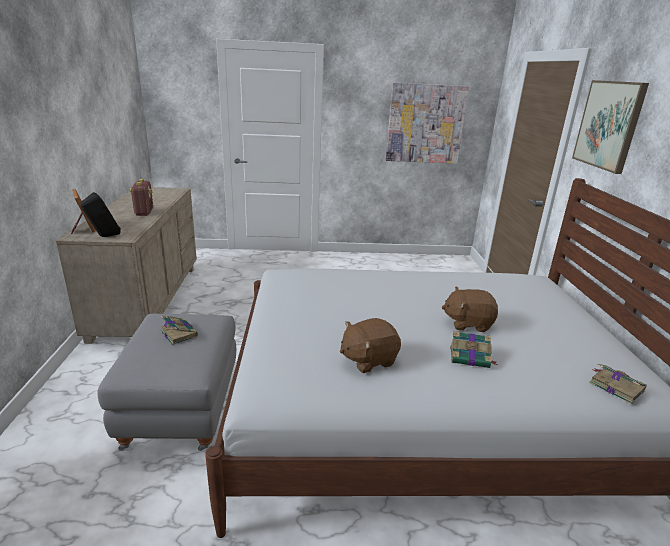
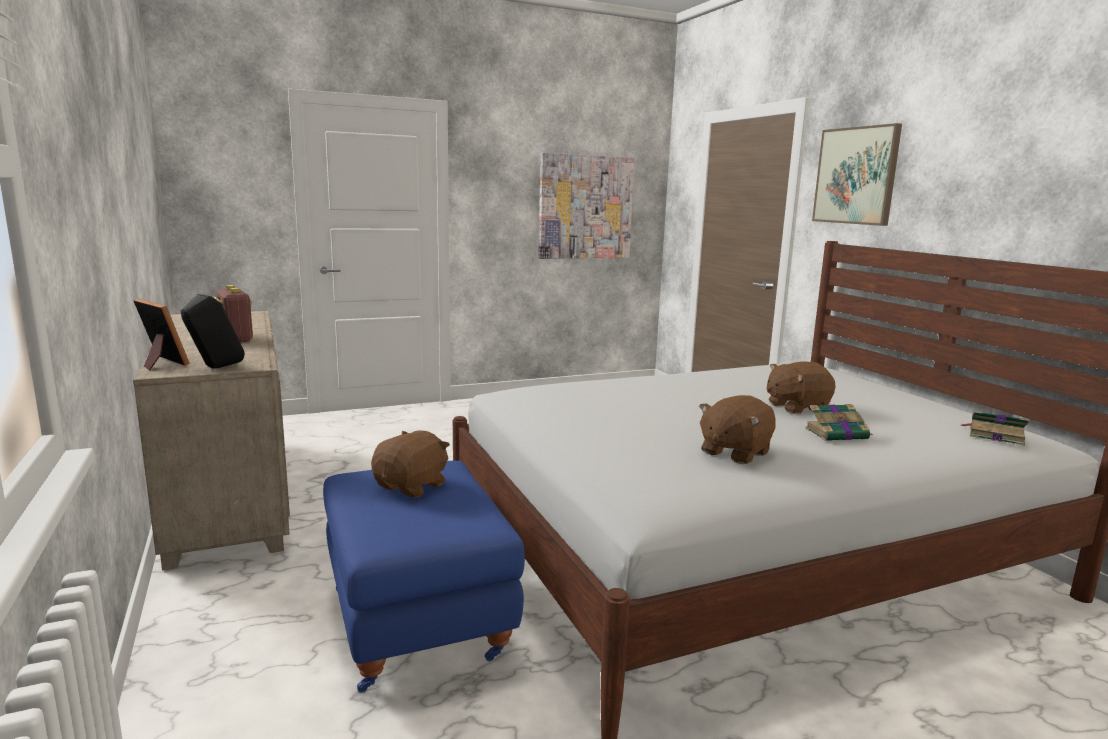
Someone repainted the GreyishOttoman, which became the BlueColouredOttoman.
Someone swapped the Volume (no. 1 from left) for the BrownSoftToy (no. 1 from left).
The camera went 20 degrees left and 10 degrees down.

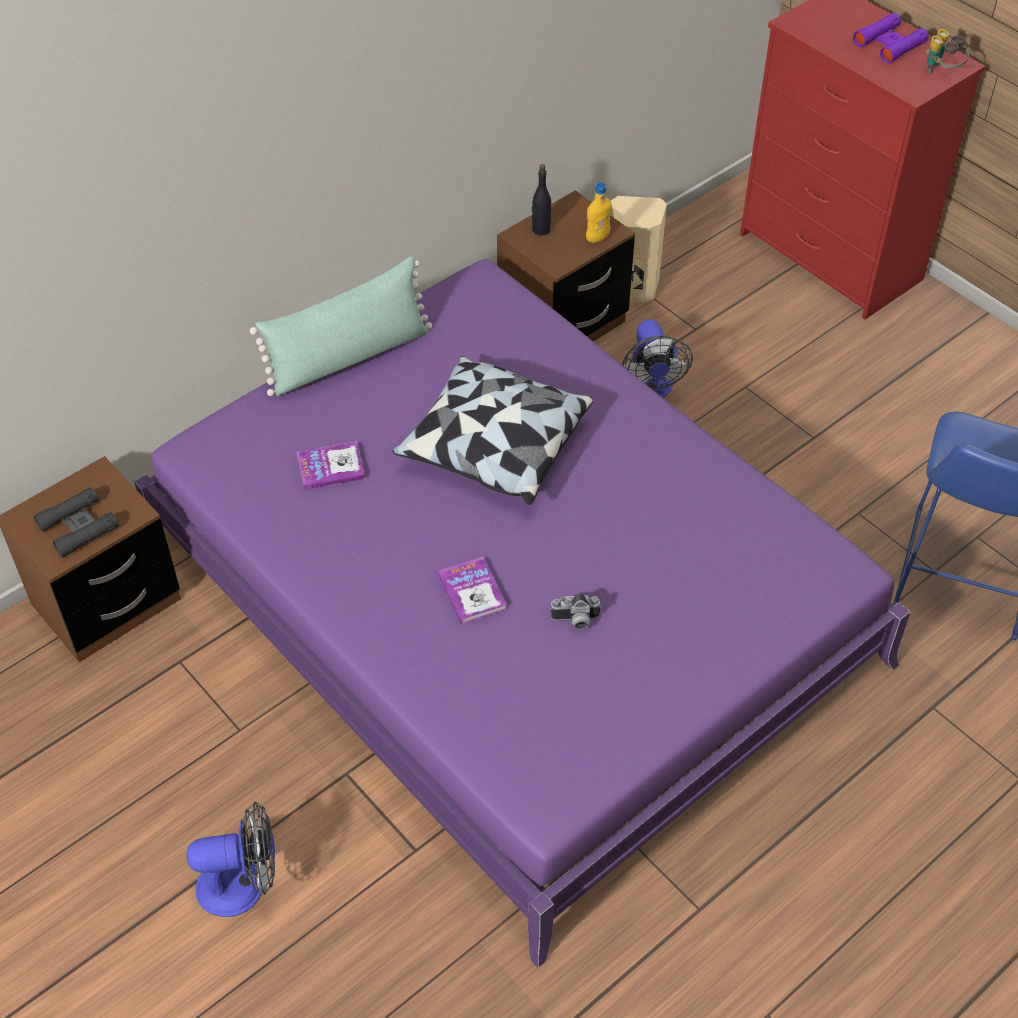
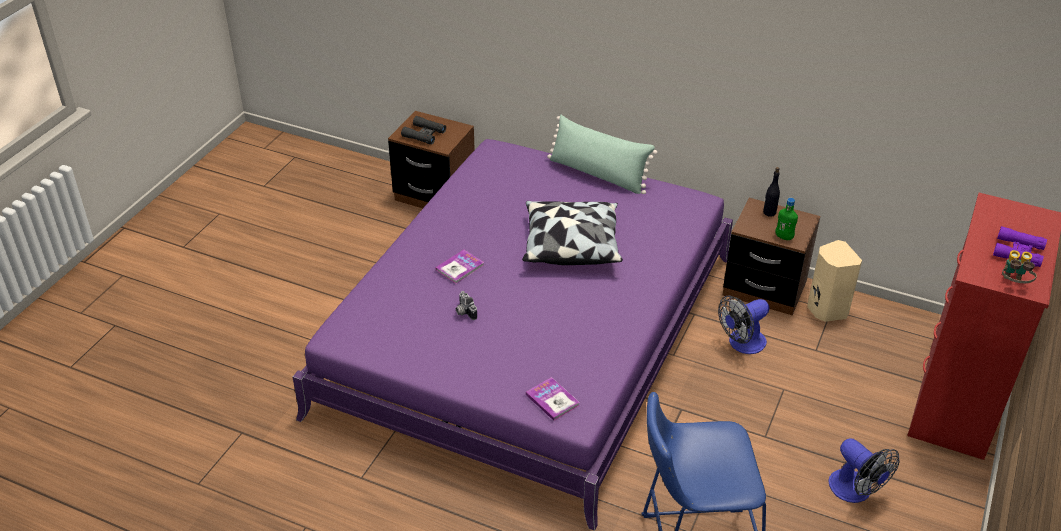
Someone carried the Volume (no. 1 from left in the first image).
Someone repainted the YellowColouredBeverageBottle, which became the GreenishBeverageBottle.
Someone carried the CoolingFan (no. 1 from left in the first image).
The camera went 65 degrees right and 10 degrees down.

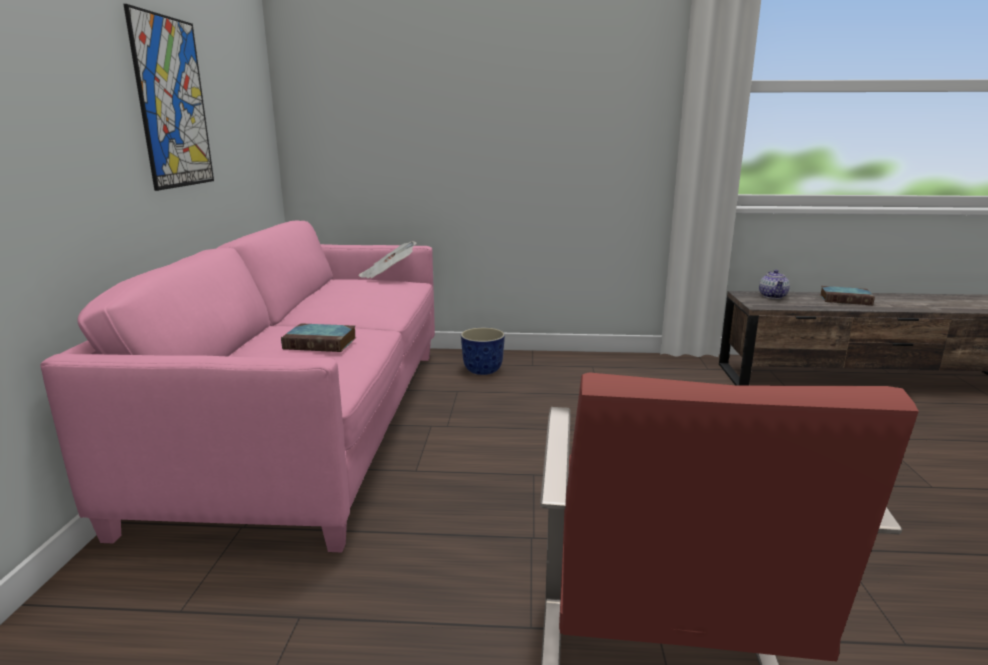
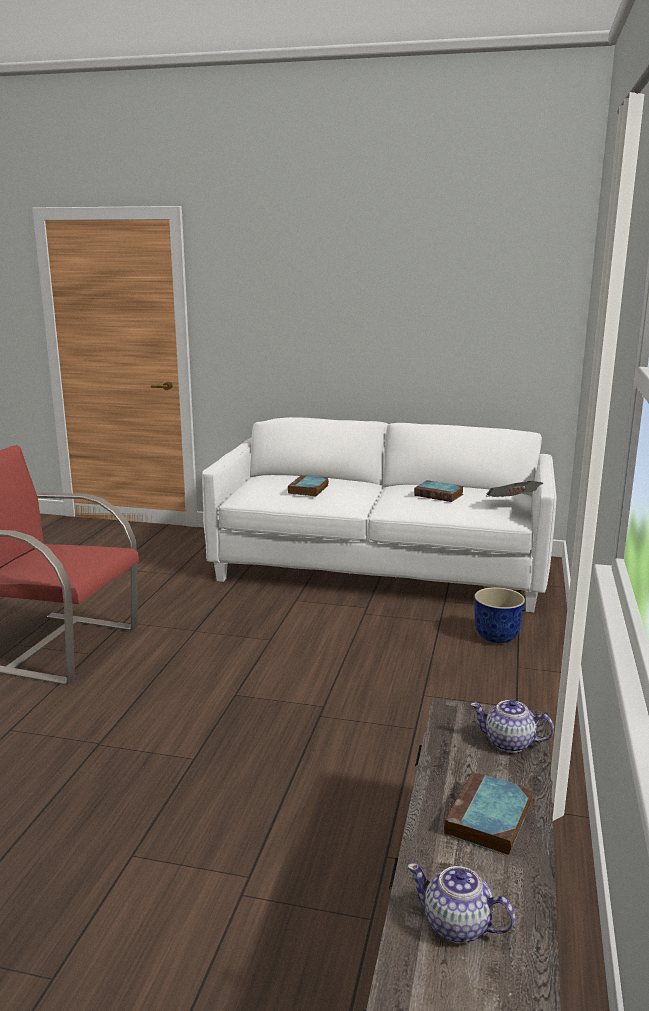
Someone repainted the PinkColouredCouch, which became the WhitishCouch.
Someone put down the PotForTea (no. 1 from left).
Someone put down the Volume (no. 2 from left).
Someone took away the Picture.
The camera went 100 degrees right and 0 degrees up.

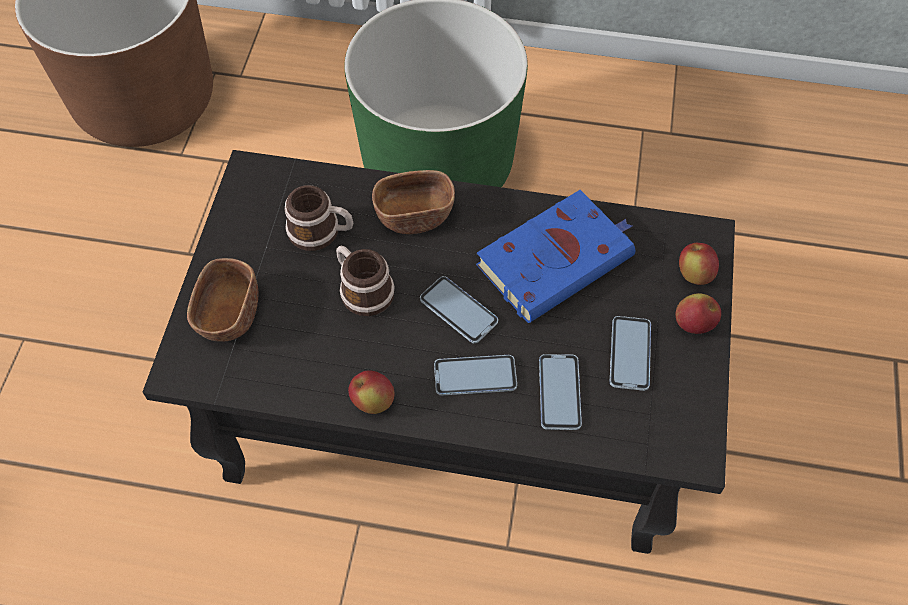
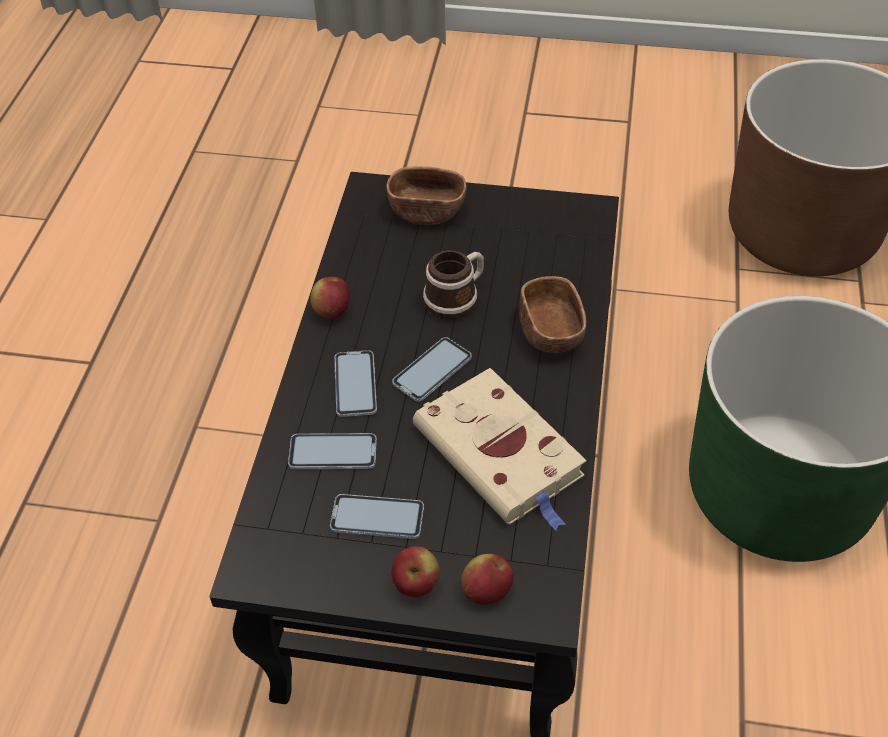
Someone repainted the BlueColouredVolume, which became the SandColouredVolume.
Someone took away the CoffeeMug (no. 1 from left).
The camera went 90 degrees right and 10 degrees down.

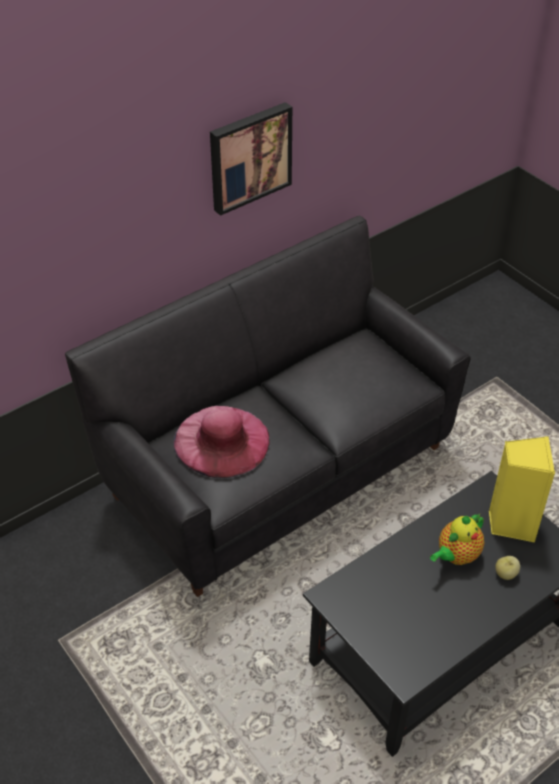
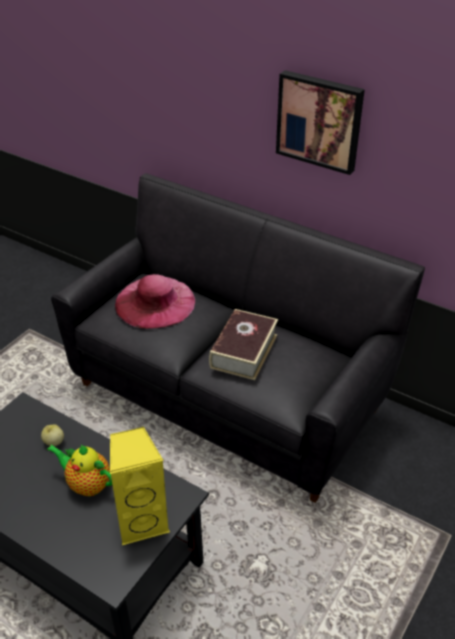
Someone carried the WholeApple.
Someone put down the Volume.
The camera went 70 degrees right and 5 degrees down.

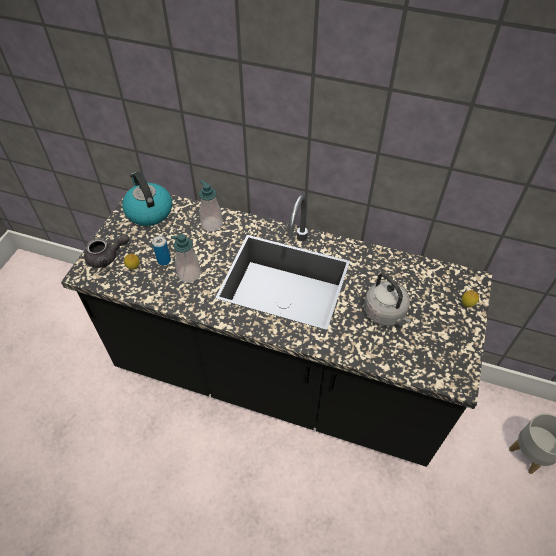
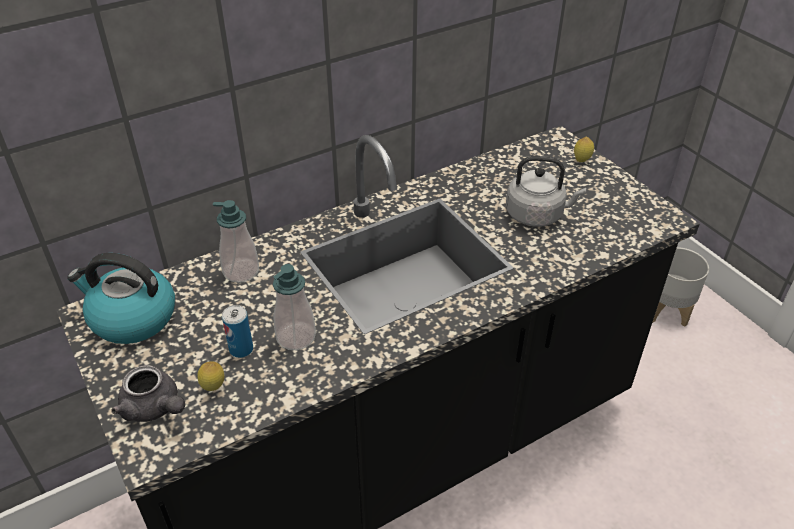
Someone rotated the GreyishPotForTea by 105 degrees clockwise.
The camera went 50 degrees left and 10 degrees down.

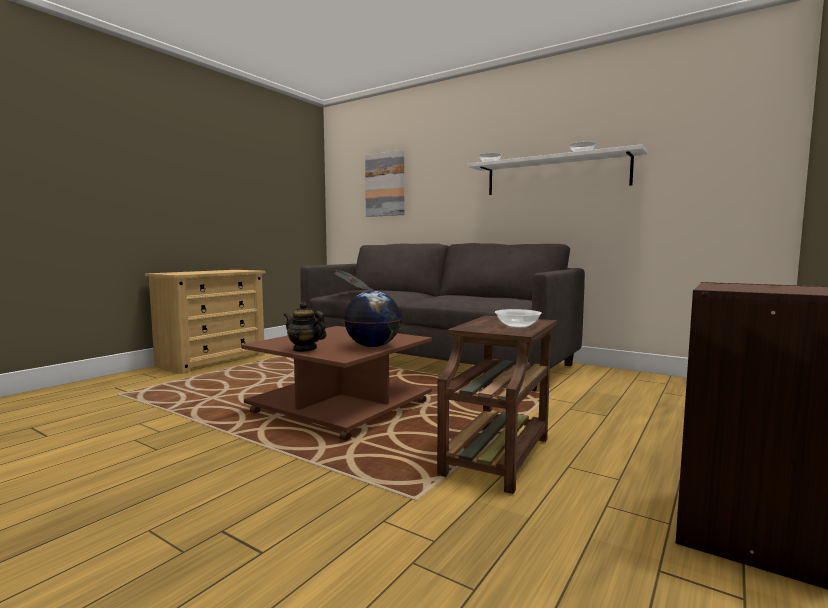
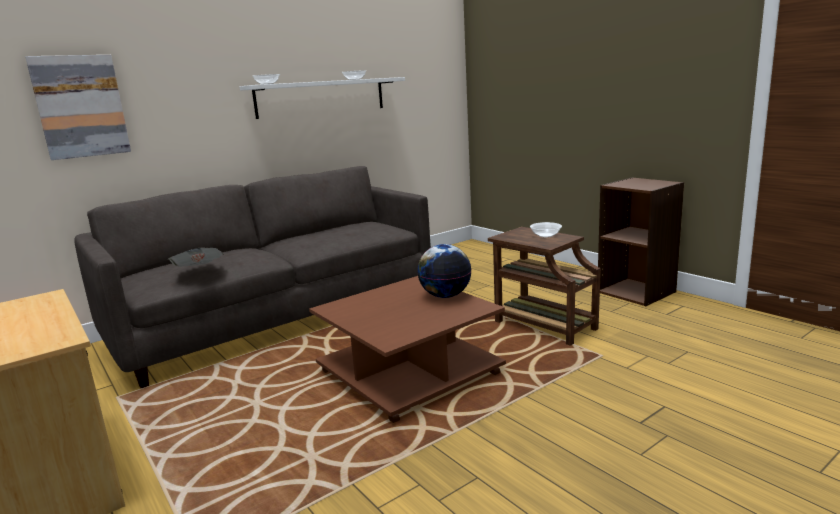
Someone took away the PotForTea.
The camera went 70 degrees left and 10 degrees up.

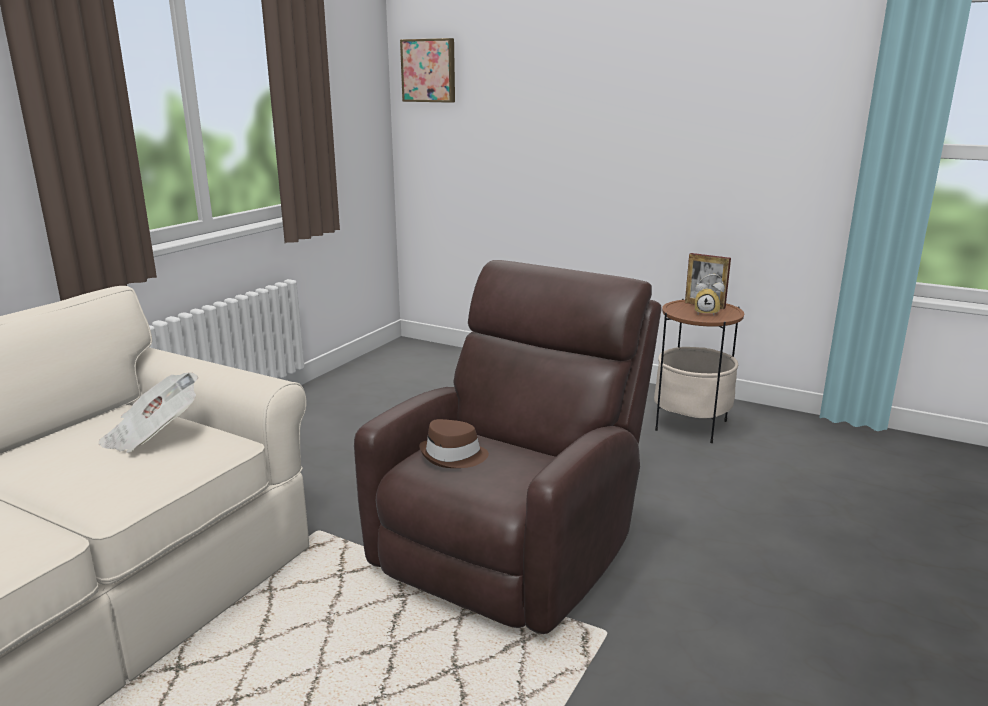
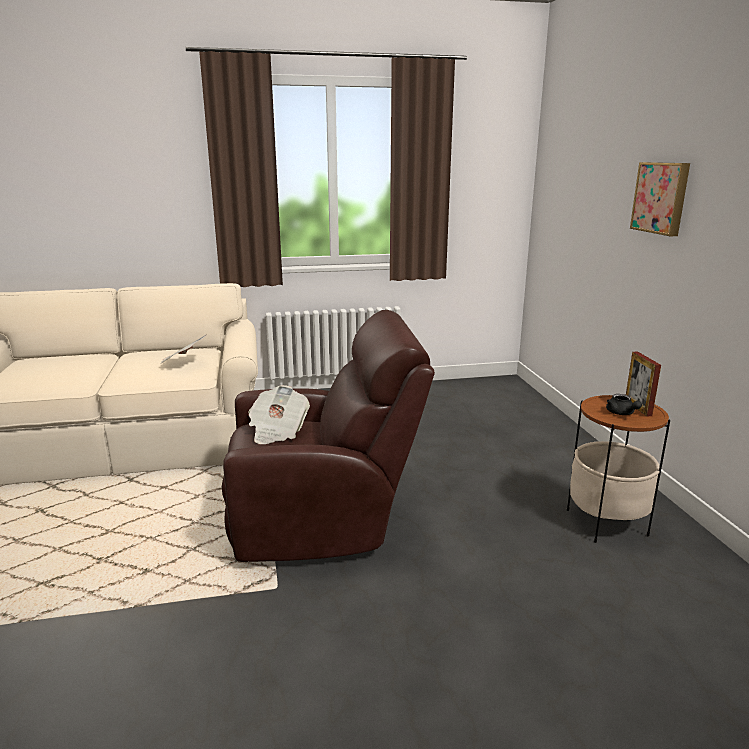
Someone swapped the BrownClothingHat for the PrintedPaper (no. 2 from left).
Someone swapped the TableClock for the BlackPotForTea.
Someone carried the Picture.
The camera went 50 degrees right and 0 degrees up.

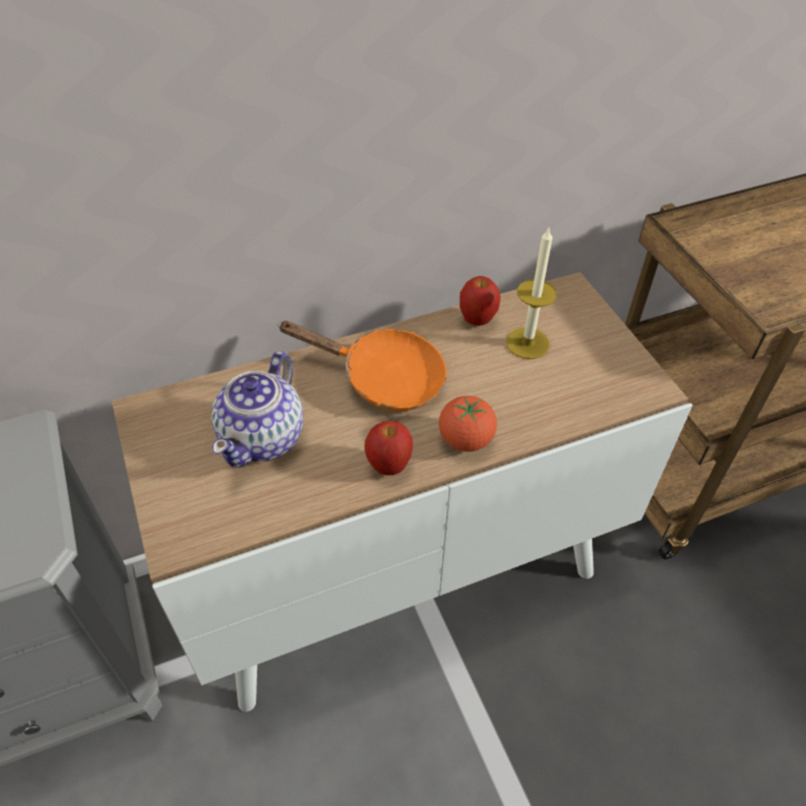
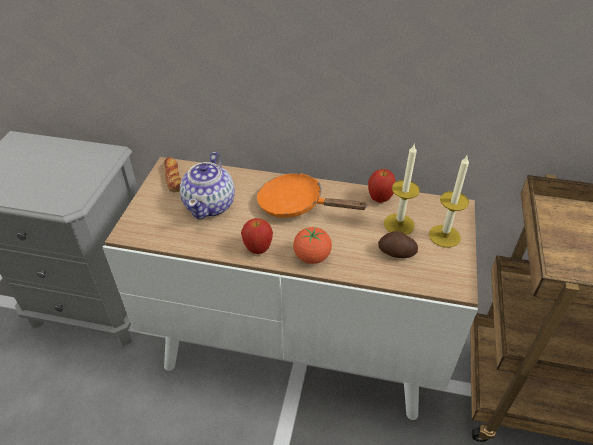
Someone put down the BakeryBread.
Someone rotated the PotForTea by 45 degrees counterclockwise.
Someone rotated the OrangeColouredPan by 150 degrees clockwise.
Someone put down the Potato.
Someone put down the WaxLight (no. 2 from left).
The camera went 35 degrees right and 5 degrees down.

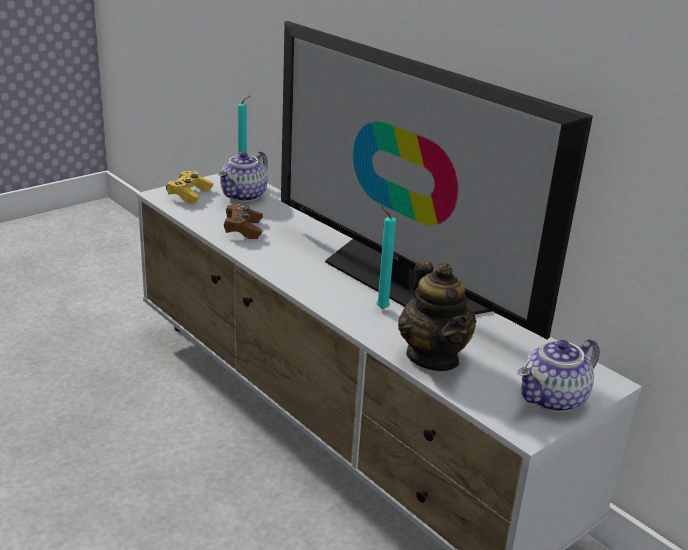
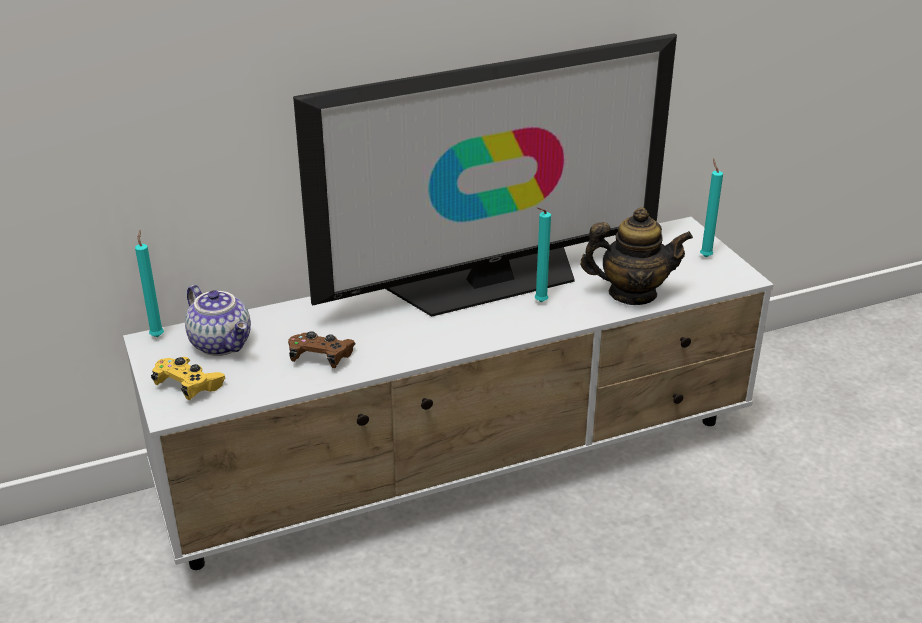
Someone swapped the PotForTea (no. 3 from left) for the BlueGreenWaxLight (no. 3 from left).
The camera went 70 degrees left and 5 degrees up.

